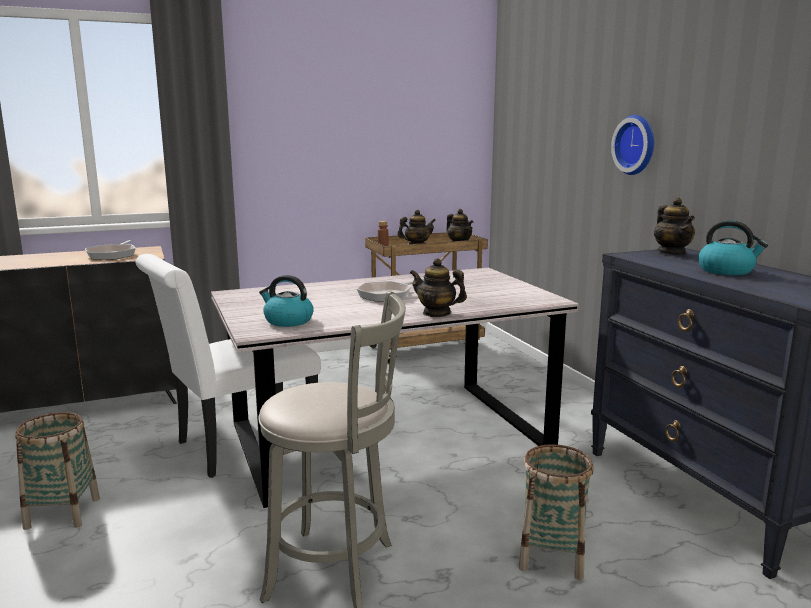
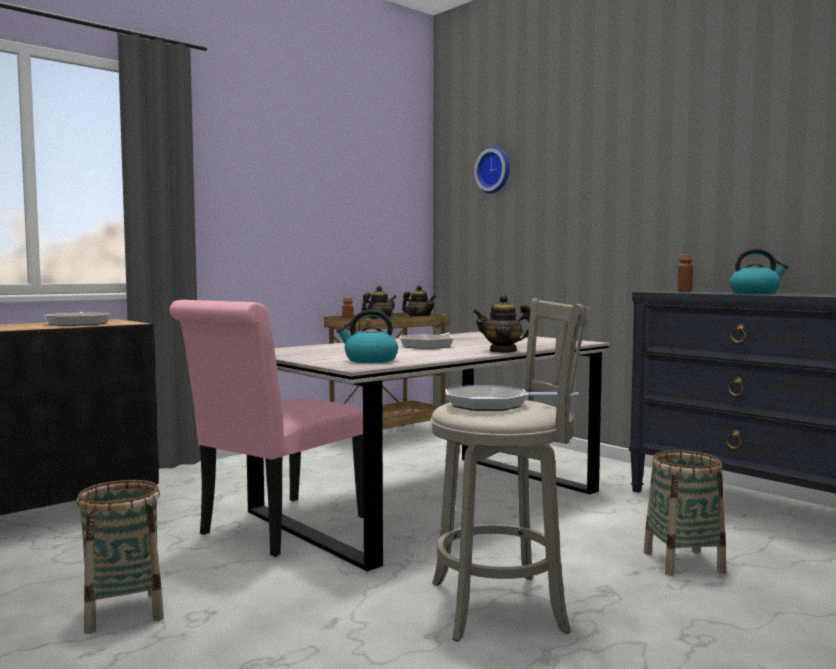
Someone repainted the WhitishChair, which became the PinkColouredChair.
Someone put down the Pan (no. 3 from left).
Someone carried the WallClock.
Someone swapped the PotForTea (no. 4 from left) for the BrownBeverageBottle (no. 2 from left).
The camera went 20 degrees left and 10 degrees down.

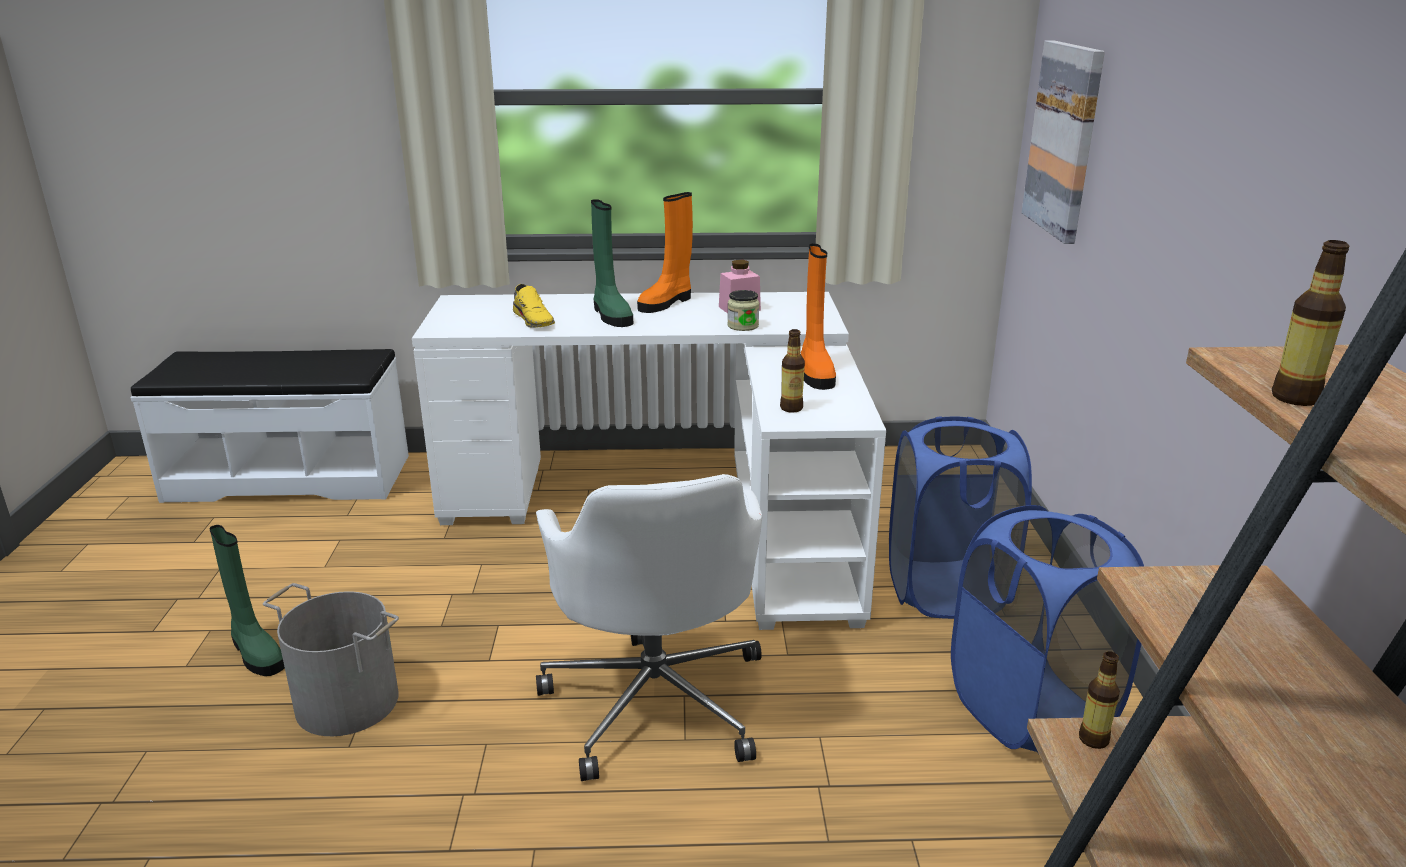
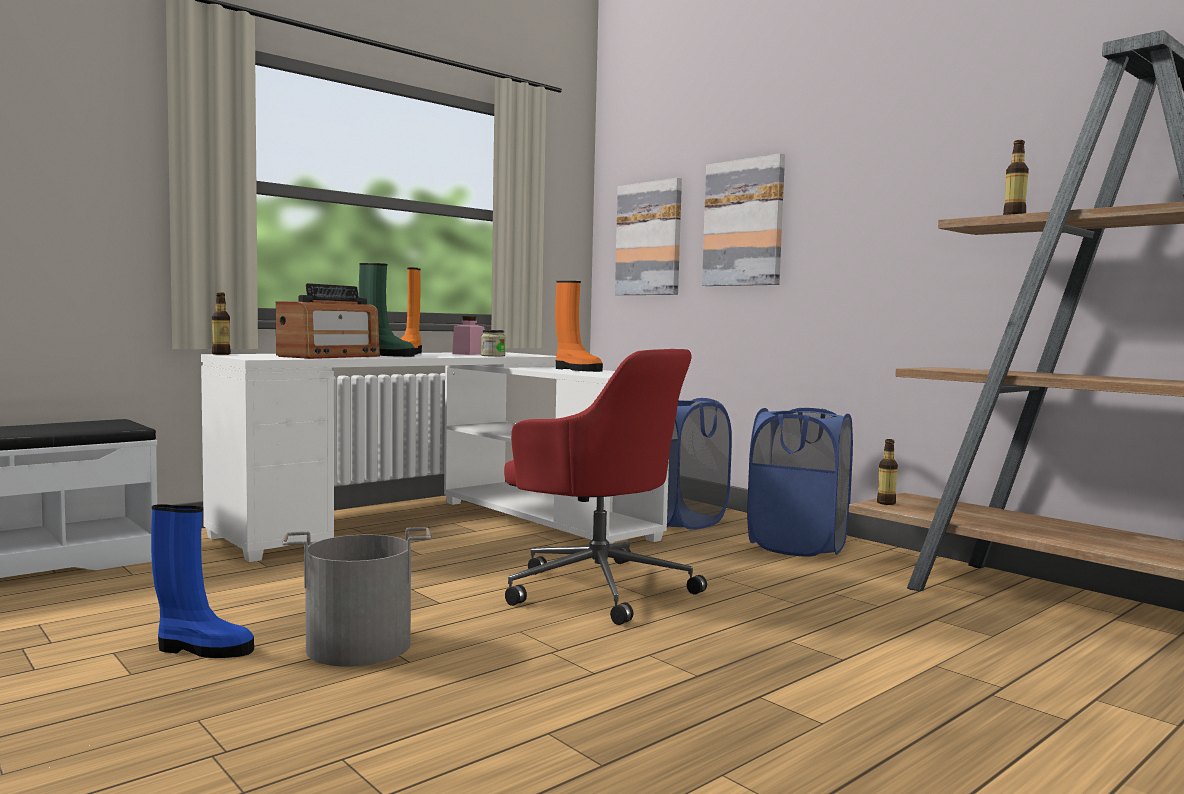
Someone repainted the GreenishHighTopBoot (no. 1 from left), which became the BlueColouredHighTopBoot.
Someone carried the BeverageBottle (no. 1 from left).
Someone swapped the YellowColouredItemOfFootwear for the RadioReceiver.
Someone repainted the WhitishComputerChair, which became the RedColouredComputerChair.
Someone put up the Picture (no. 2 from left).
The camera went 40 degrees left and 20 degrees down.

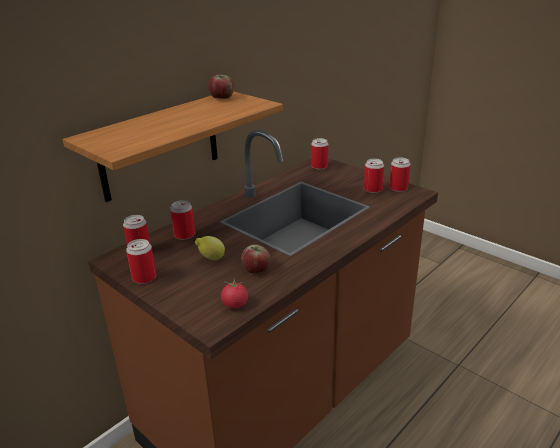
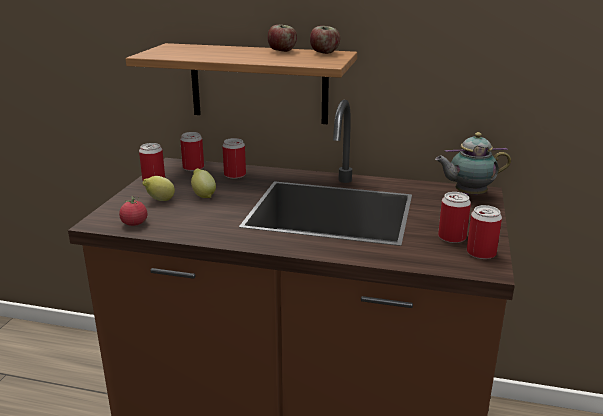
Someone put down the Lemon (no. 1 from left).
Someone carried the WholeApple (no. 2 from left in the first image).
Someone swapped the MetalCan (no. 4 from left) for the PotForTea.
The camera went 60 degrees right and 5 degrees down.

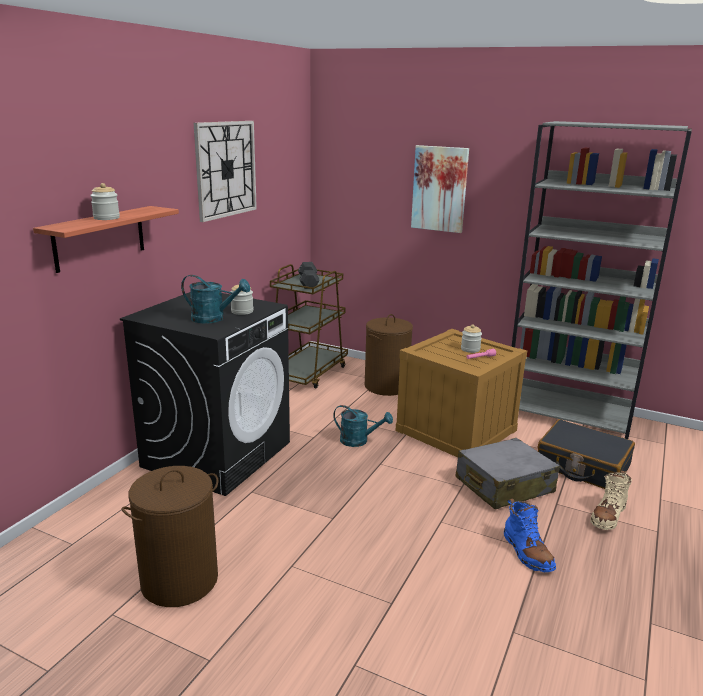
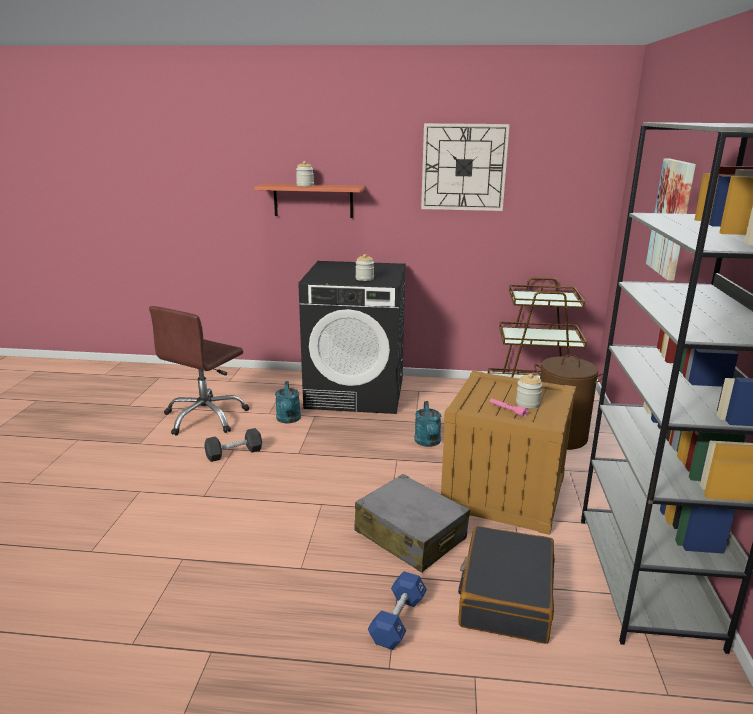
Someone swapped the BrownHamper (no. 1 from left) for the BrownComputerChair.
Someone carried the BlackDumbbell.
Someone carried the BlueGreenWateringPot (no. 1 from left).
Someone swapped the SandColouredHighTopBoot for the BlueColouredDumbbell.
Someone took away the BlueColouredHighTopBoot.
The camera went 70 degrees right and 0 degrees up.

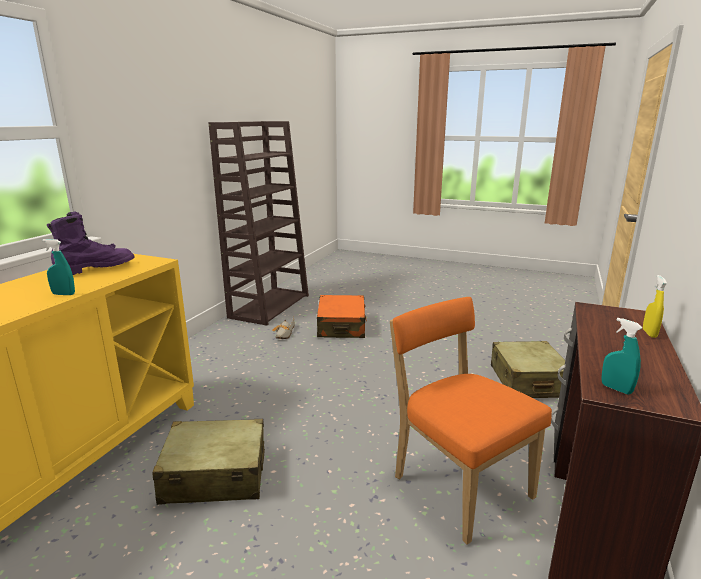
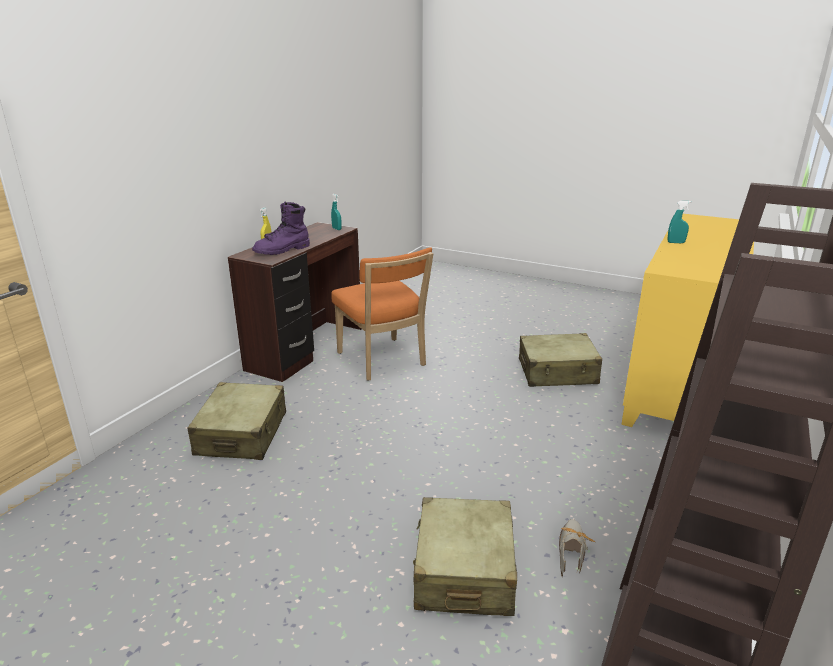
Someone carried the PurpleHighTopBoot.
Someone repainted the OrangeColouredTravelCase, which became the SandColouredTravelCase (no. 2 from left).
The camera went 175 degrees left and 5 degrees up.

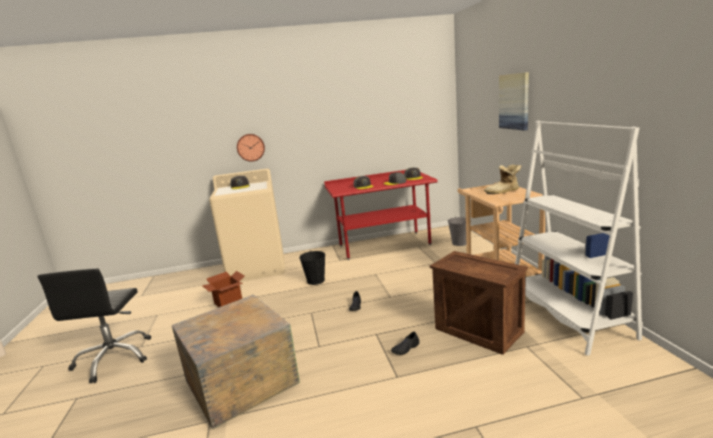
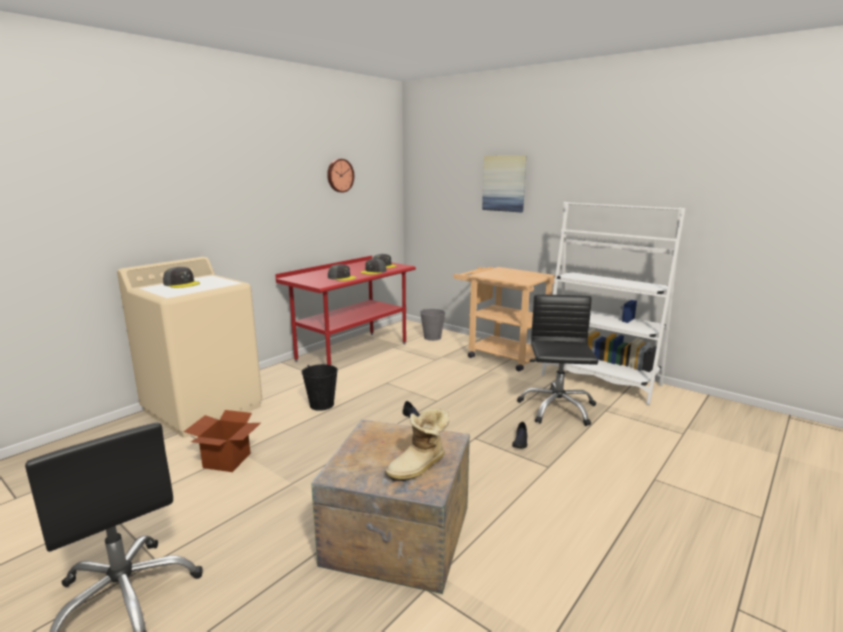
Someone carried the WallClock.
Someone carried the HighTopBoot.
Someone swapped the PackingCrate (no. 2 from left) for the BlackComputerChair (no. 2 from left).
The camera went 40 degrees left and 0 degrees up.

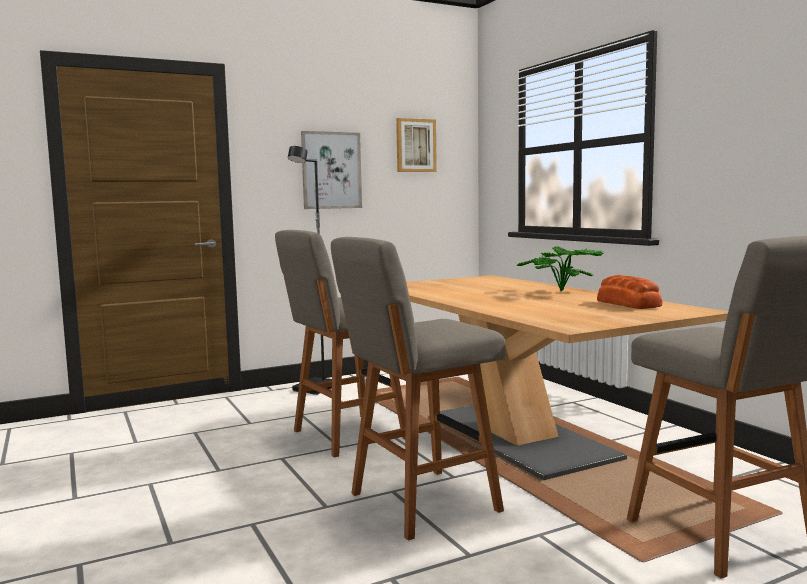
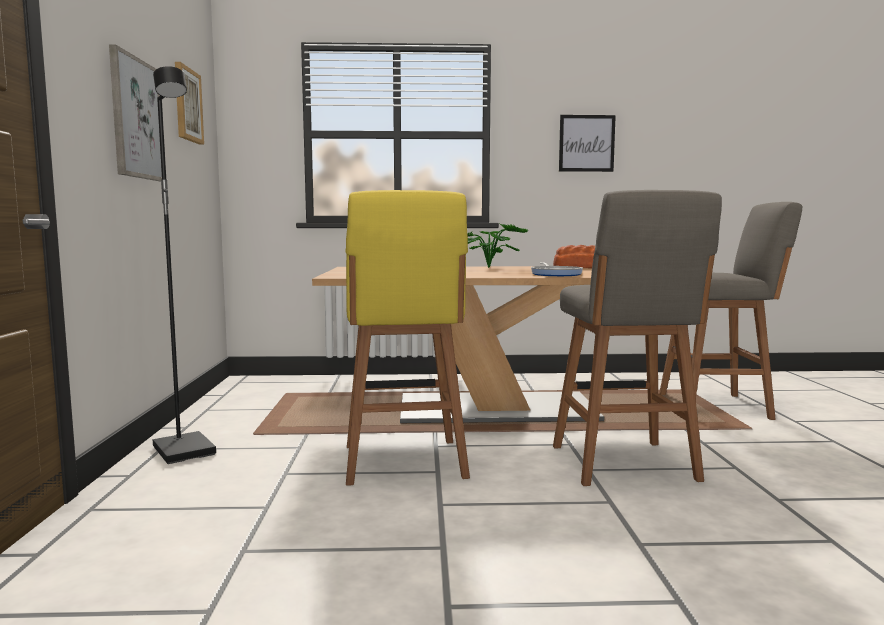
Someone repainted the GreyishStool (no. 1 from left), which became the YellowColouredStool.
Someone put down the Pan.
Someone put up the Picture (no. 3 from left).
The camera went 65 degrees left and 0 degrees up.

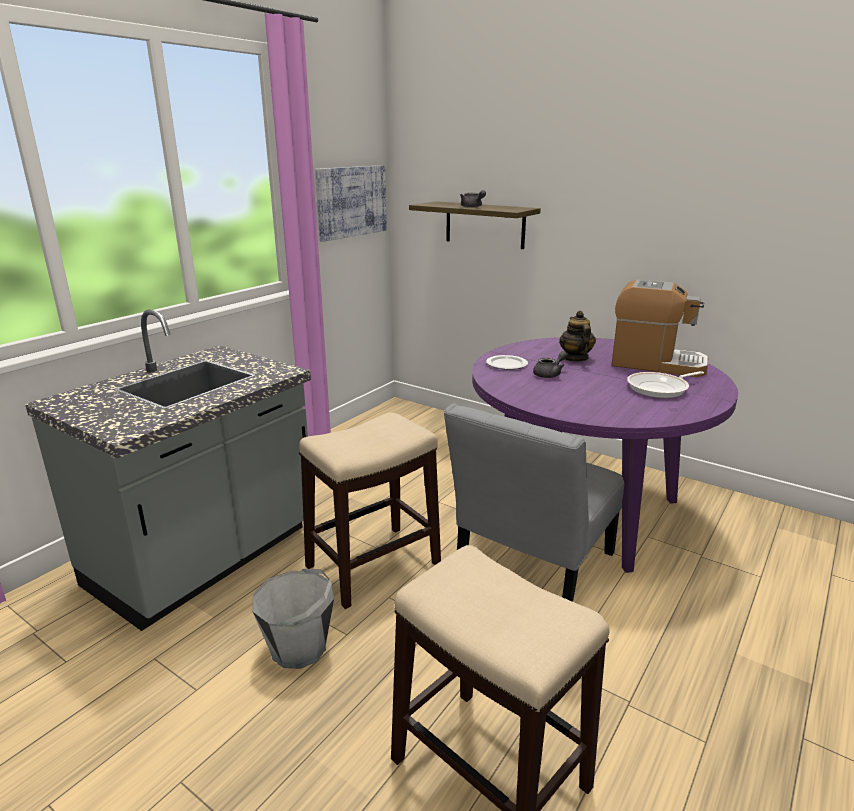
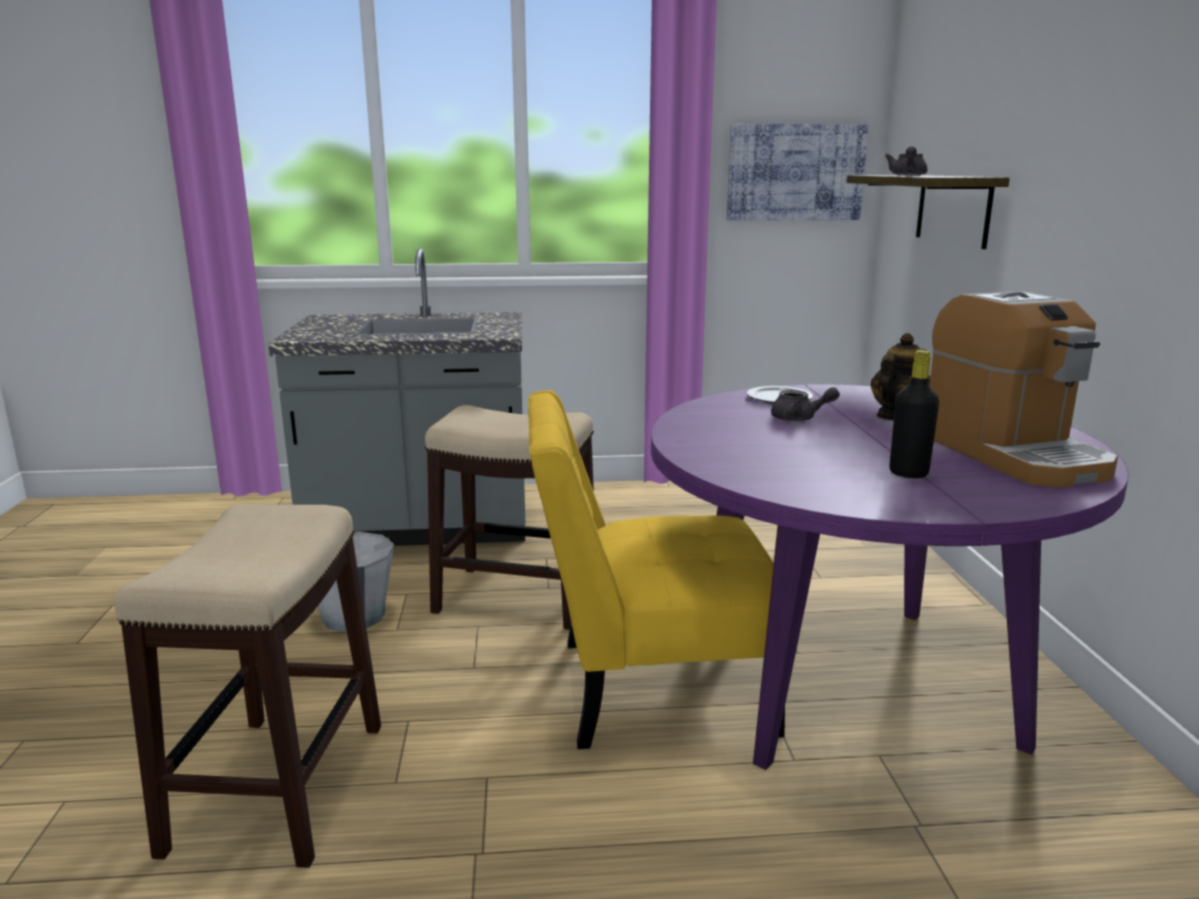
Someone repainted the GreyishChair, which became the YellowColouredChair.
Someone swapped the Pan for the BlackBeverageBottle.
The camera went 50 degrees right and 5 degrees down.

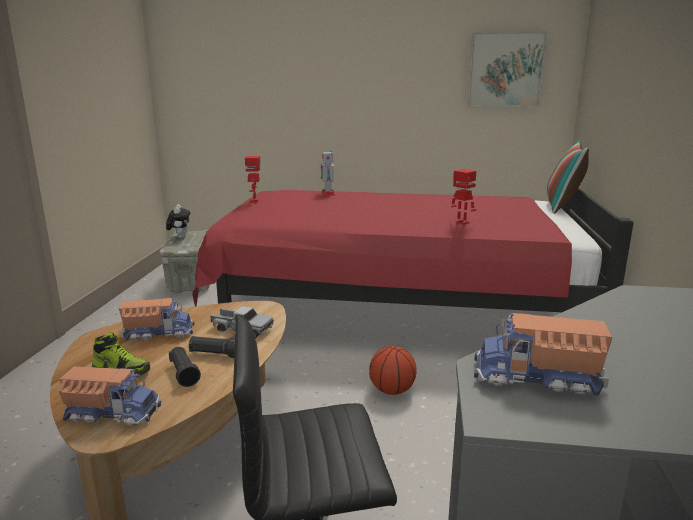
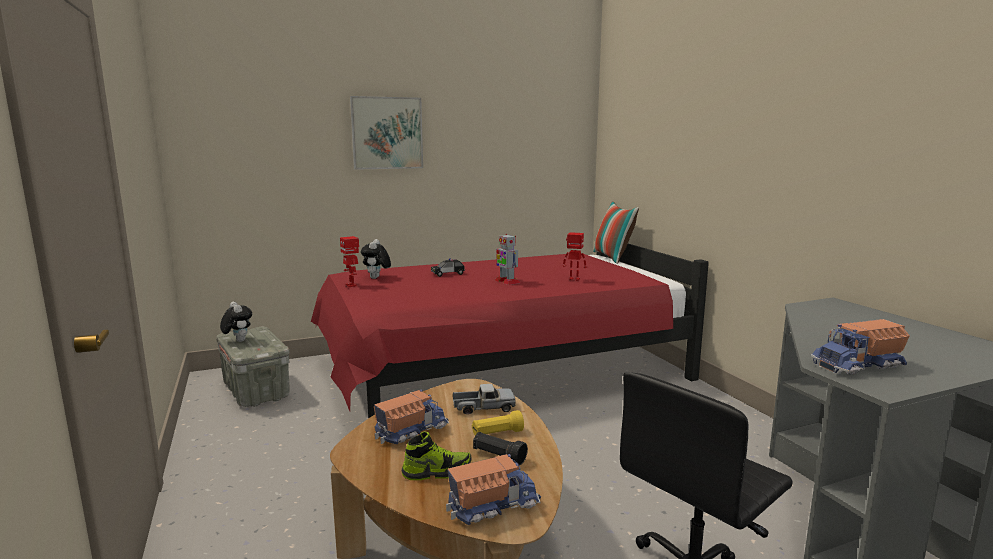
Someone carried the Picture.
Someone put down the SoftToy (no. 2 from left).
Someone put down the ToyCar.
Someone repainted the BlackHandTorch (no. 2 from left), which became the YellowColouredHandTorch.
Someone carried the RobotFigure (no. 2 from left).
Someone took away the Basketball.
The camera went 30 degrees left and 5 degrees down.

